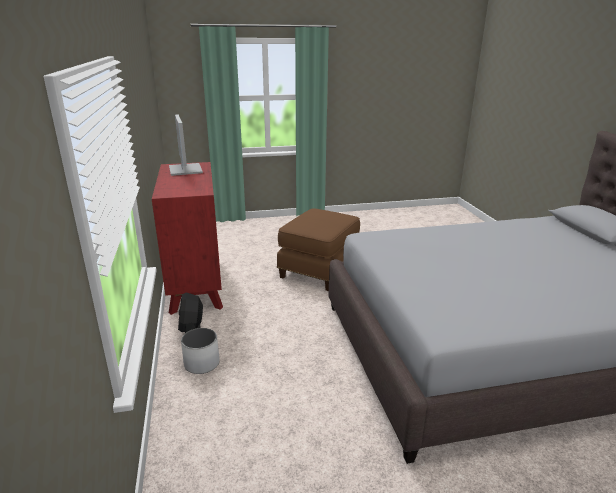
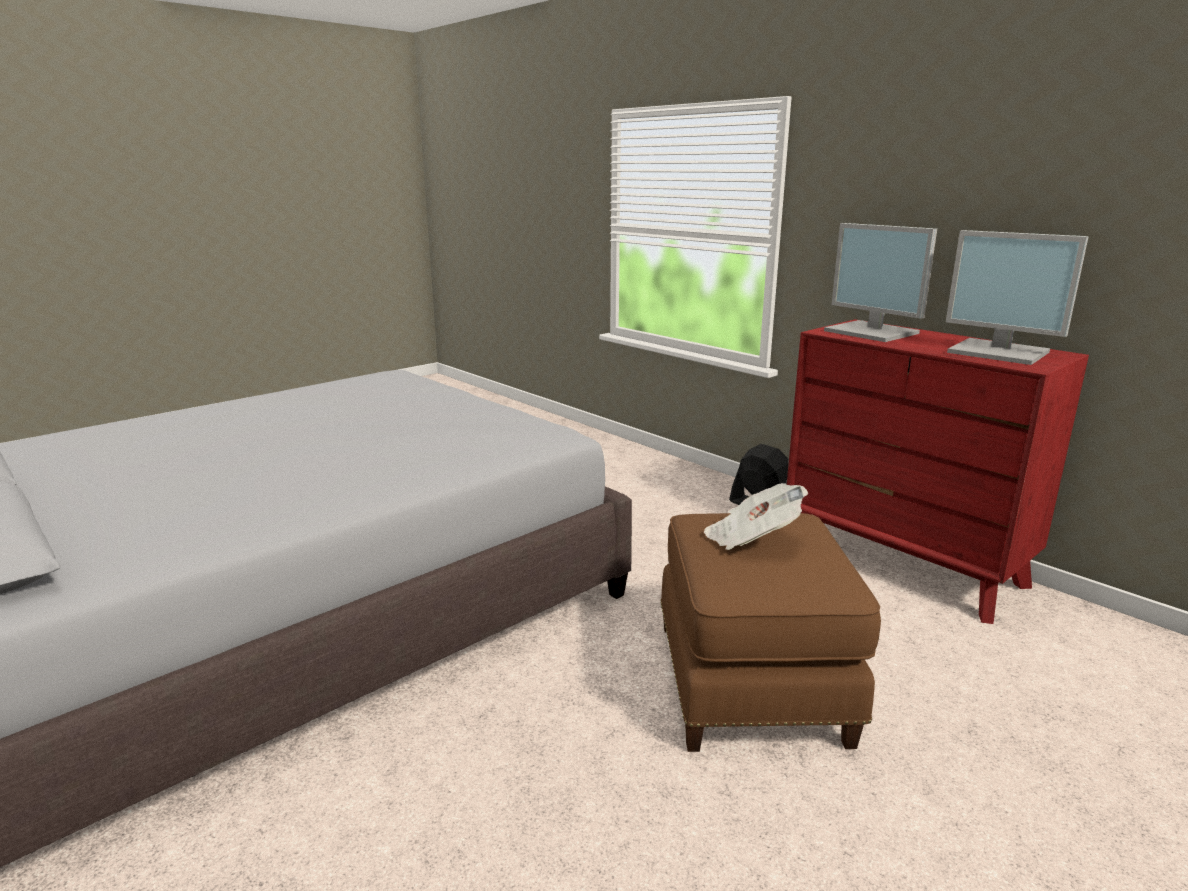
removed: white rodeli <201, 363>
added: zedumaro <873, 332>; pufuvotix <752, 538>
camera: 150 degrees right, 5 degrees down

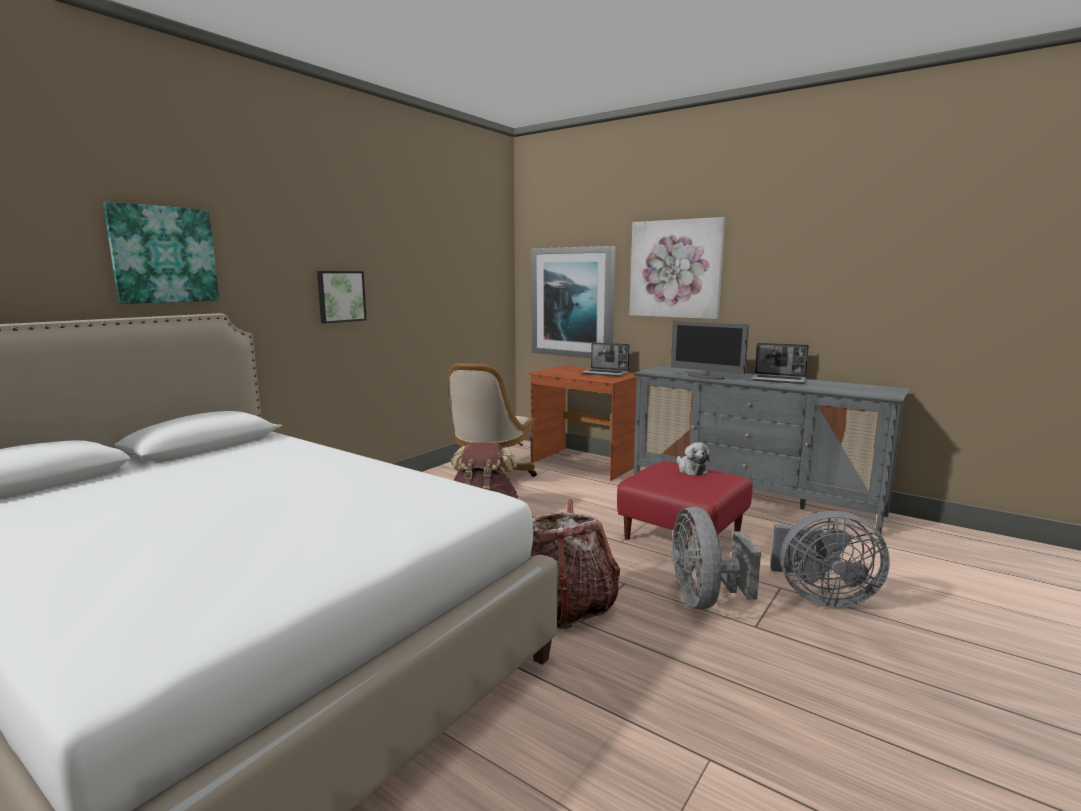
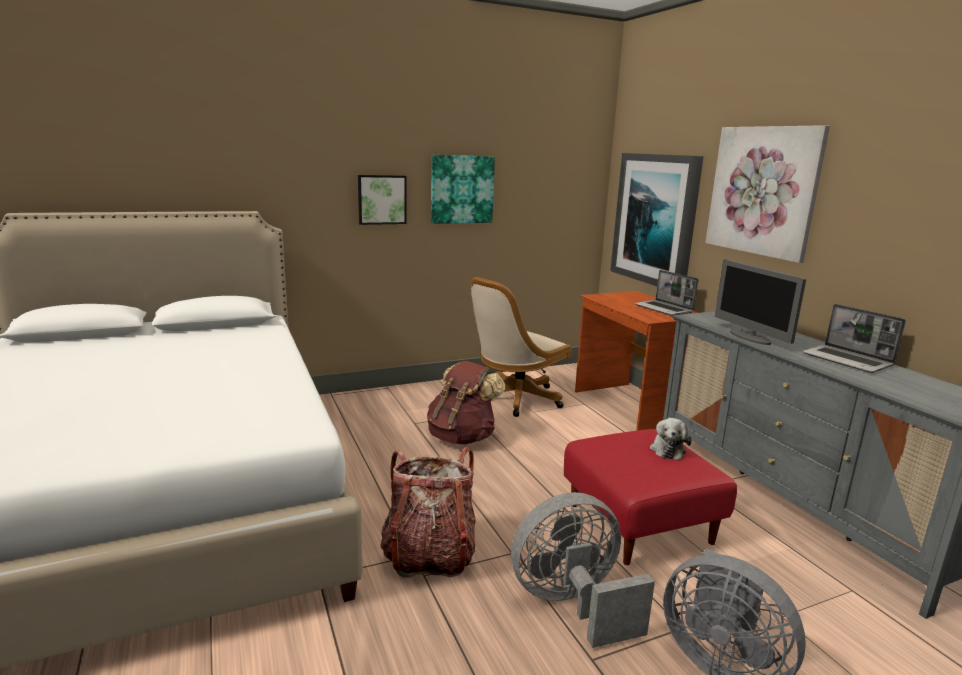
moved: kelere <163, 255> to <461, 189>
turned: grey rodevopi <704, 599> = <572, 604> 45 degrees clockwise
camera: 30 degrees right, 5 degrees up

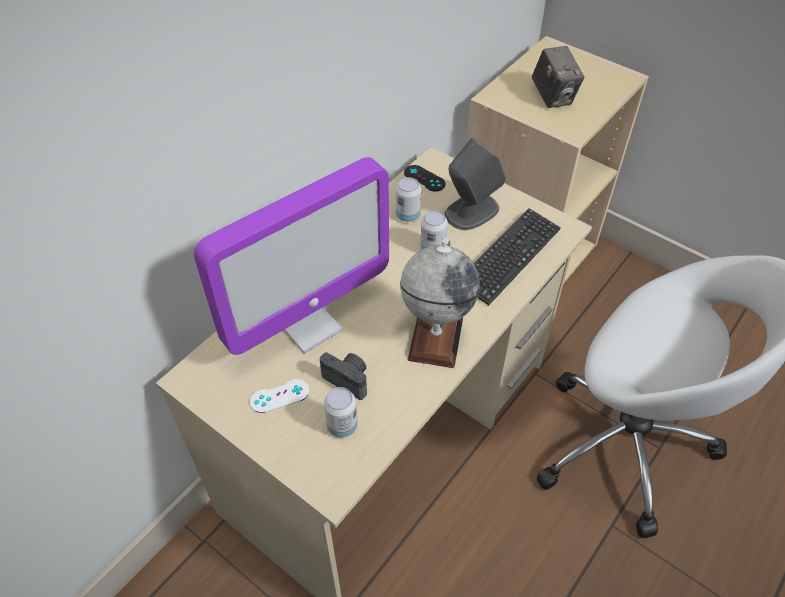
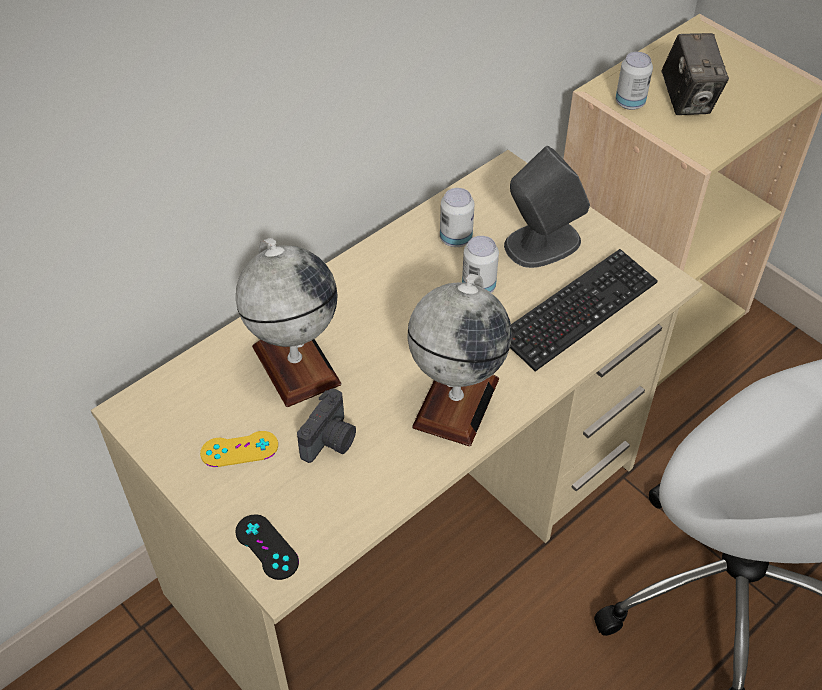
moved: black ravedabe <424, 178> to <267, 547>; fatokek <342, 426> to <630, 103>
replaced: zedumaro <309, 325> to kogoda <295, 365>
recoloured: white ravedabe <279, 396> to yellow ravedabe <239, 449>
turned: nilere <348, 379> = <331, 441> 75 degrees clockwise
camera: 10 degrees right, 0 degrees up

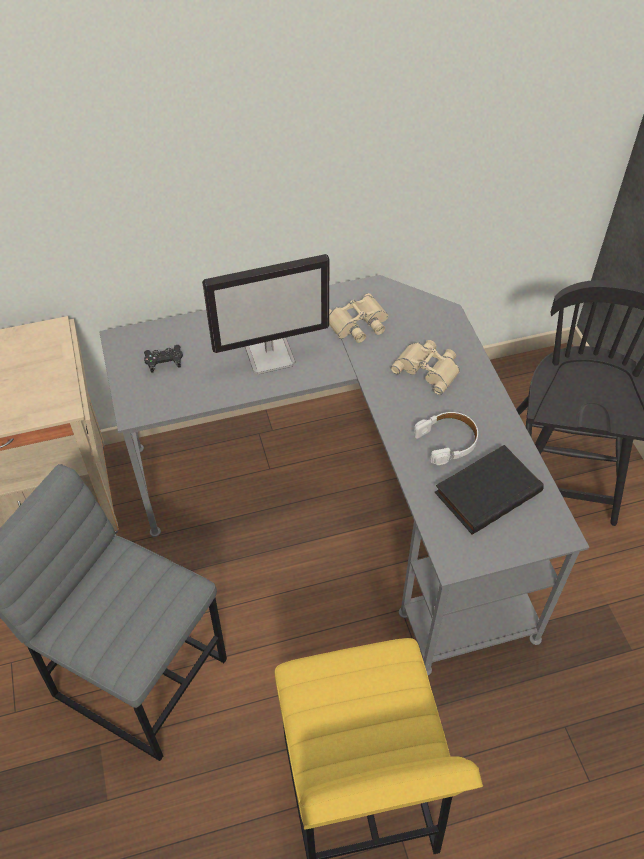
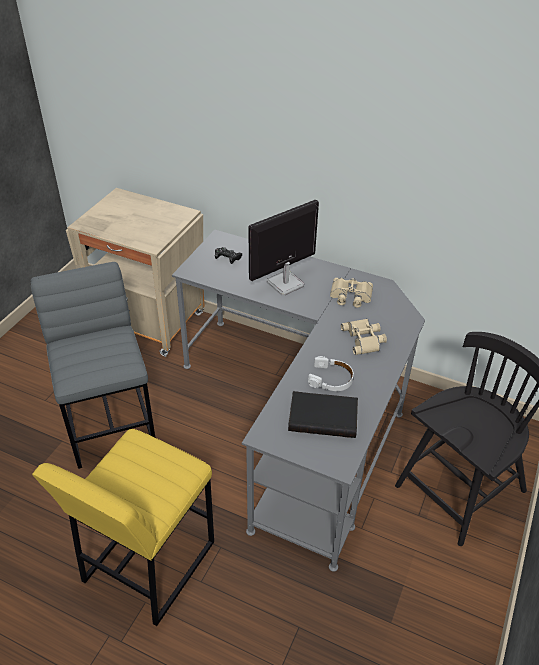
turned: zedumaro <270, 354> = <284, 284> 120 degrees clockwise
camera: 40 degrees right, 10 degrees down

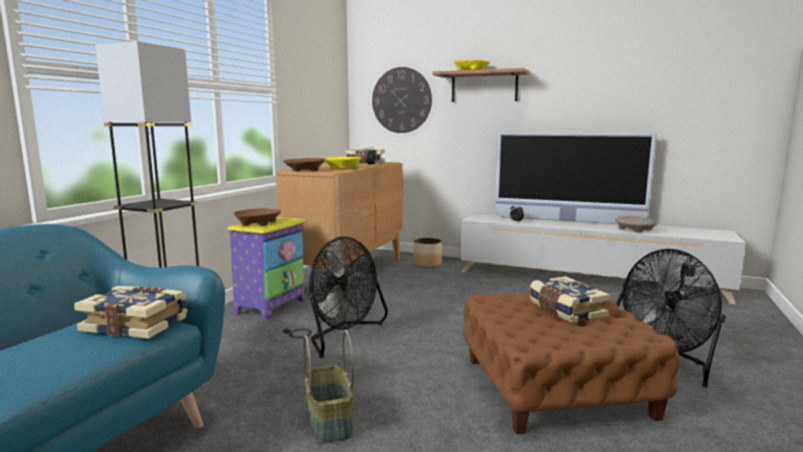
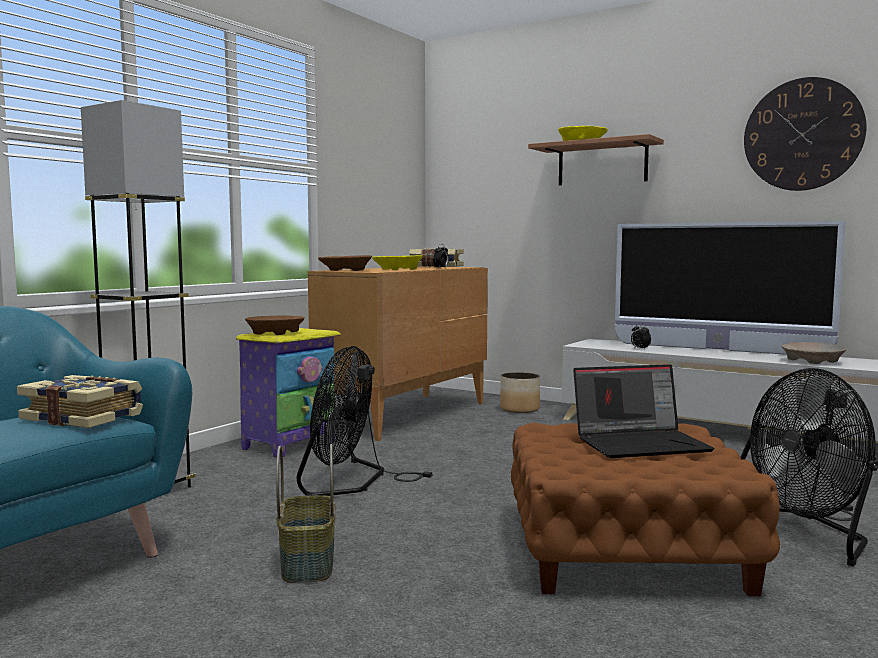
moved: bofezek <401, 100> to <803, 134>
replaced: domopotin <565, 310> to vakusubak <641, 443>
turned: black rodevopi <336, 336> = <358, 479> 150 degrees clockwise
camera: 10 degrees right, 5 degrees down

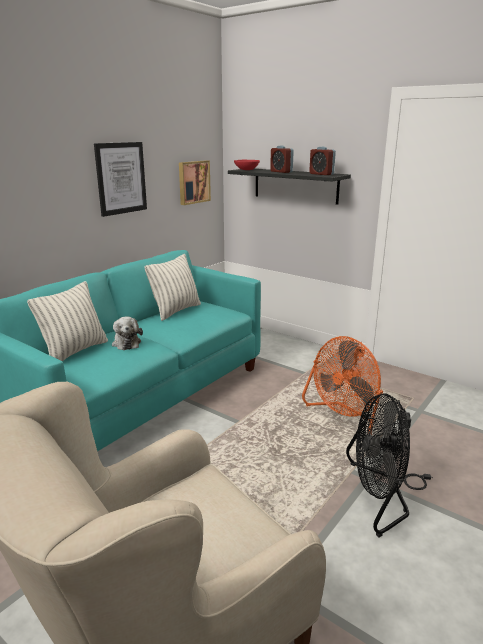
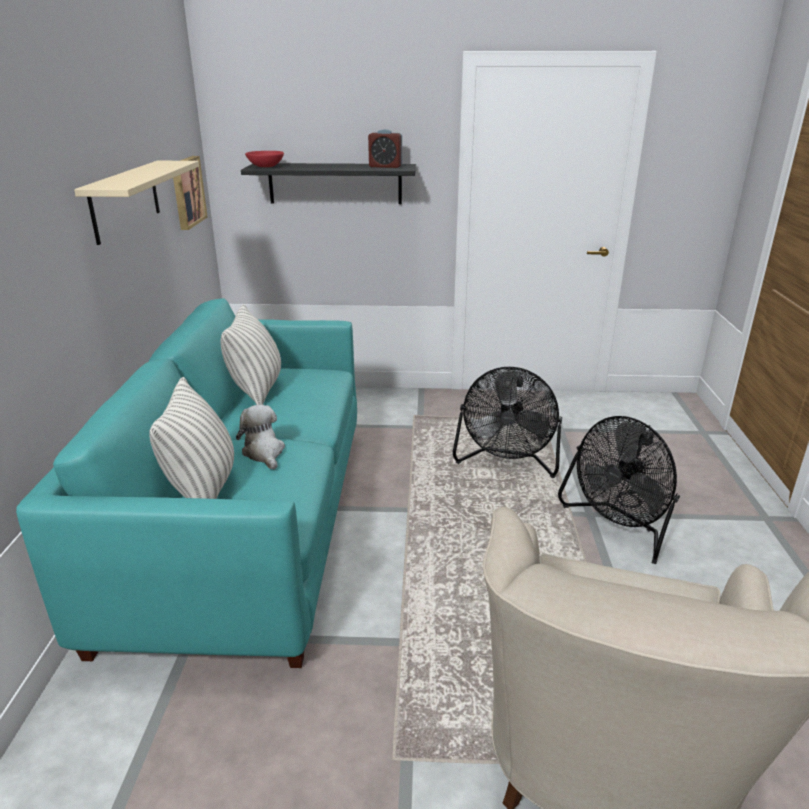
removed: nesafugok <281, 172>
replaced: kelere <121, 178> to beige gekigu <125, 200>
recoloured: orange rodevopi <344, 416> to black rodevopi <503, 460>
turned: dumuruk <126, 343> = <264, 452> 150 degrees counterclockwise
camera: 35 degrees left, 5 degrees up

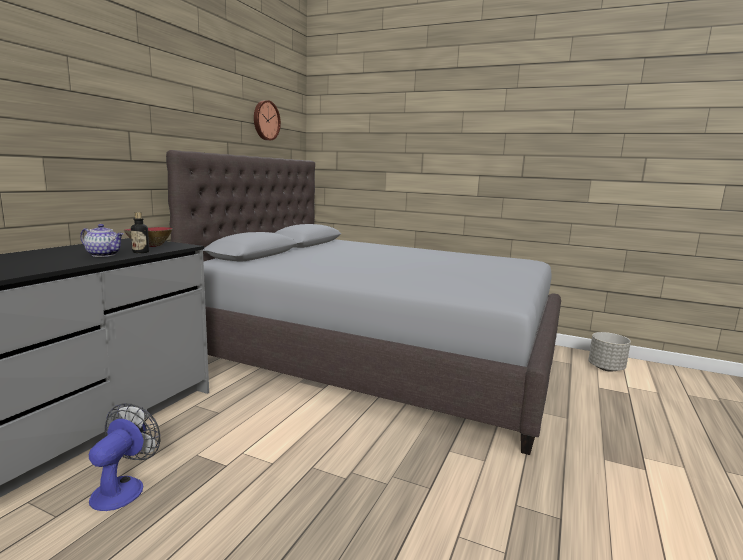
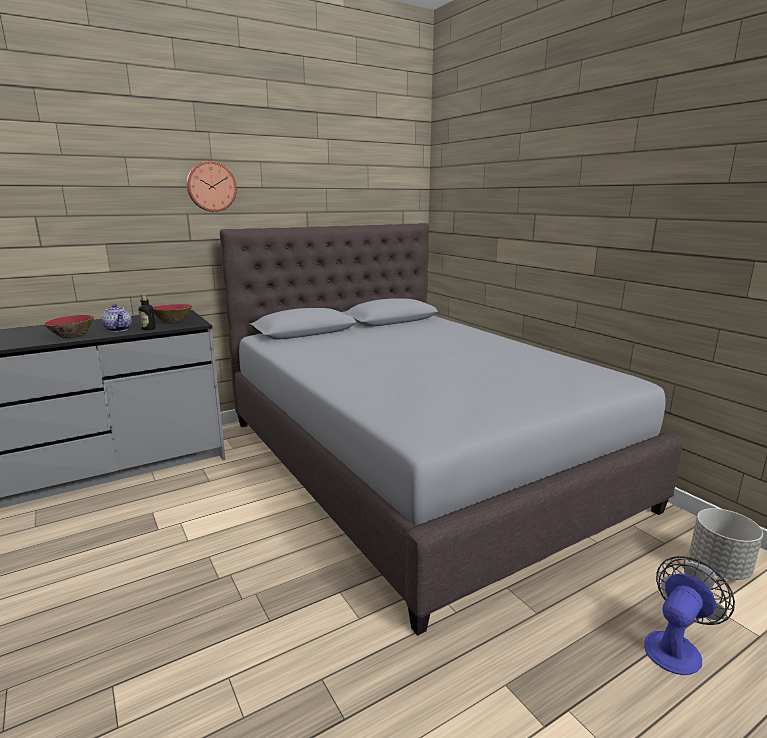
added: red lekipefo <72, 336>
moved: bofezek <265, 120> to <211, 186>; rodevopi <123, 487> to <675, 646>
camera: 35 degrees right, 5 degrees up

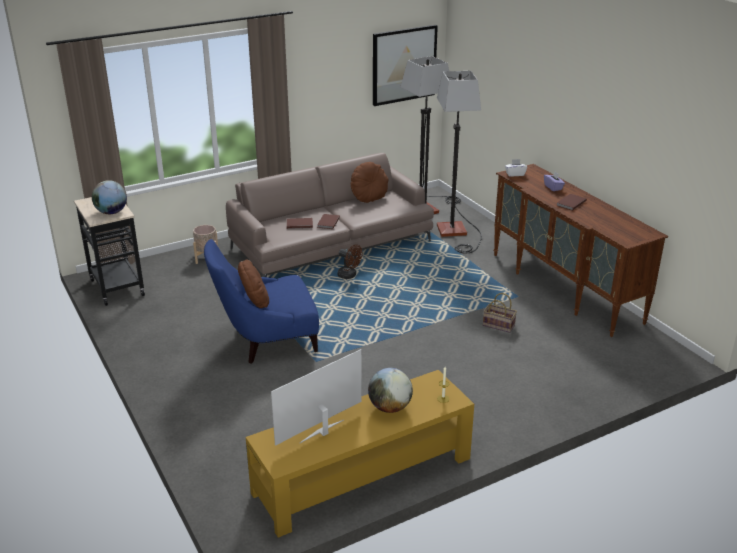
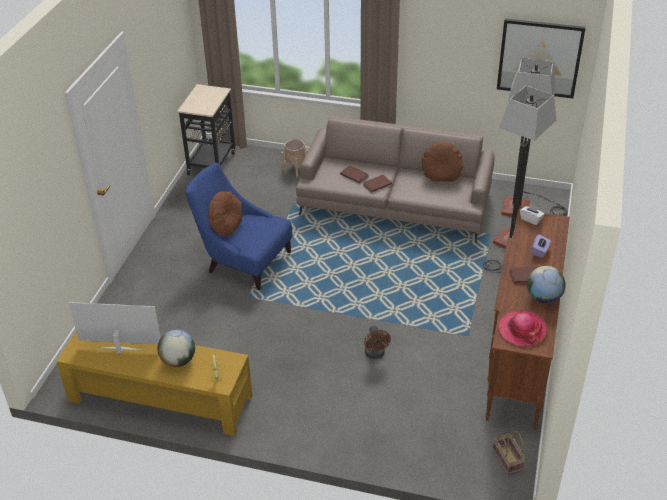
added: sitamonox <521, 330>
moved: kogoda <111, 212> to <543, 298>; brown rodevopi <349, 275> to <375, 354>; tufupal <499, 325> to <508, 460>
camera: 45 degrees right, 10 degrees up

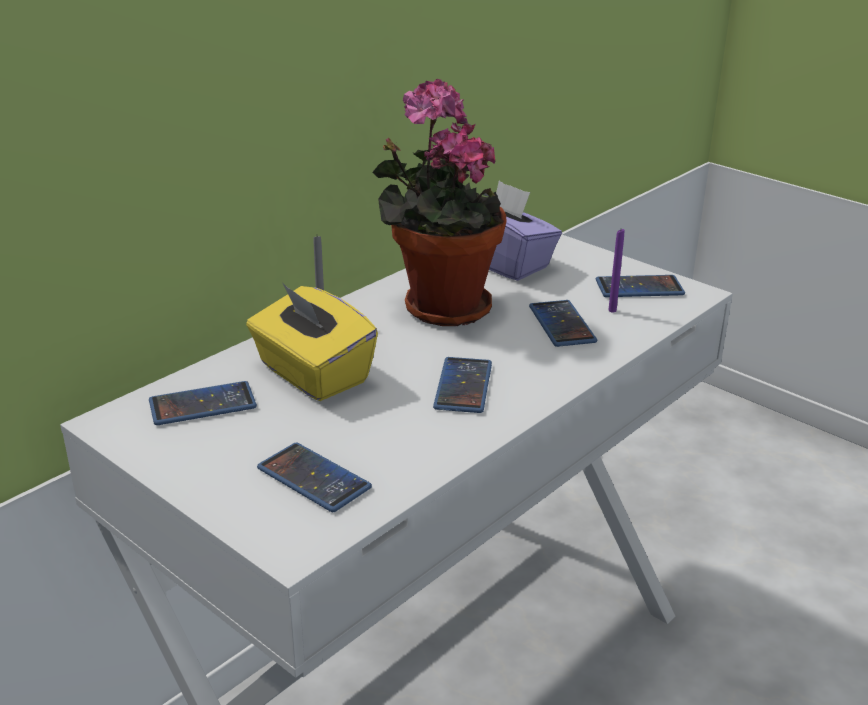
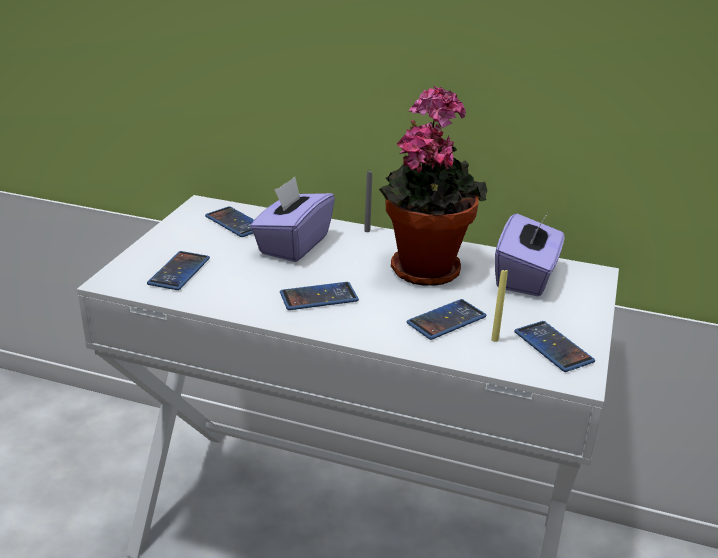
recoloured: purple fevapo <612, 310> to yellow fevapo <495, 339>; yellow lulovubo <312, 374> to purple lulovubo <293, 244>
camera: 65 degrees right, 0 degrees up

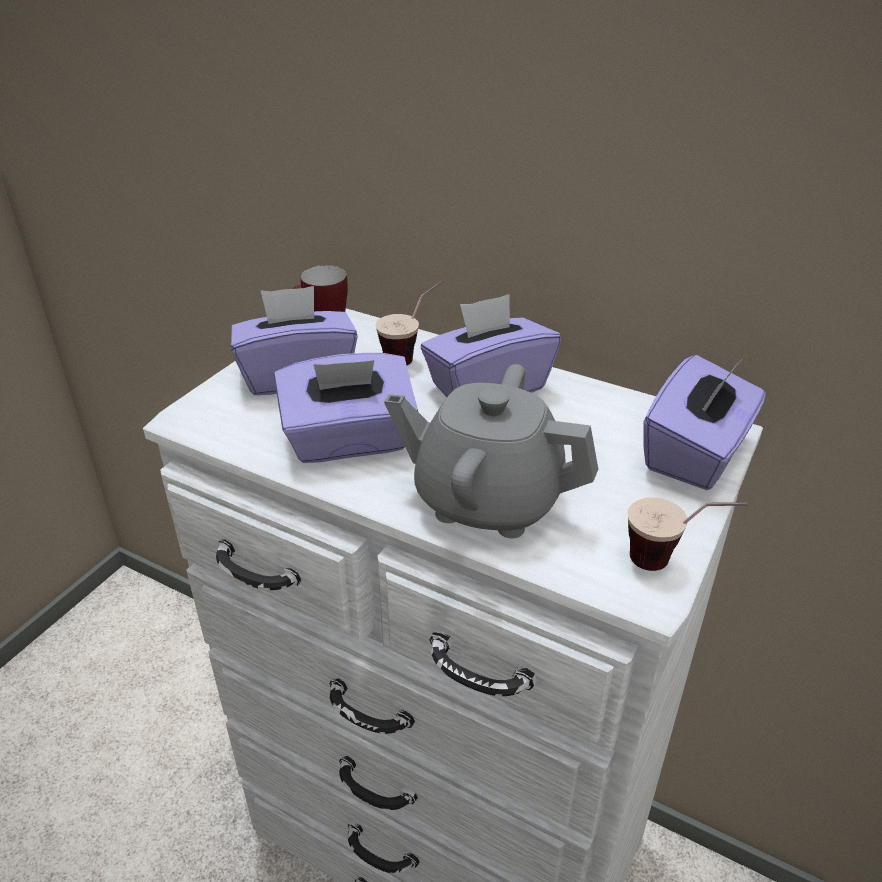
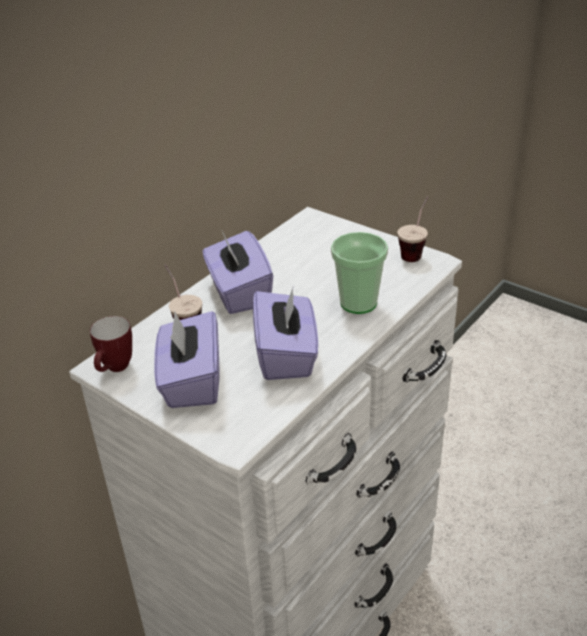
removed: purple lulovubo <696, 454>
replaced: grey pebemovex <487, 500> to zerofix <358, 303>
camera: 80 degrees left, 0 degrees up

